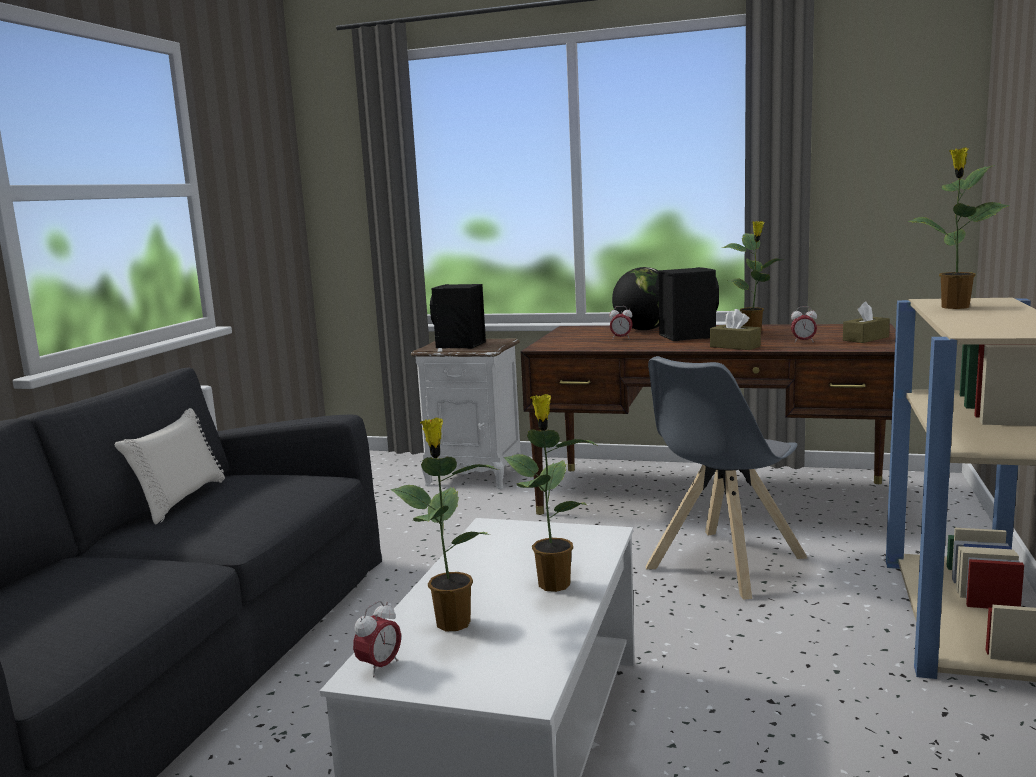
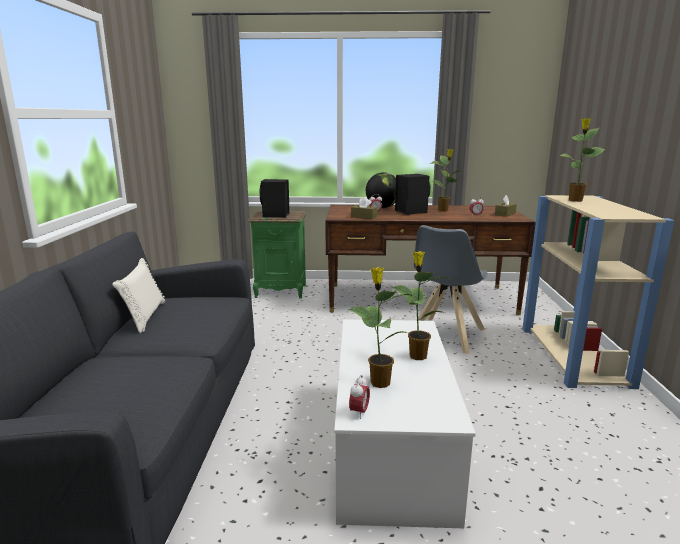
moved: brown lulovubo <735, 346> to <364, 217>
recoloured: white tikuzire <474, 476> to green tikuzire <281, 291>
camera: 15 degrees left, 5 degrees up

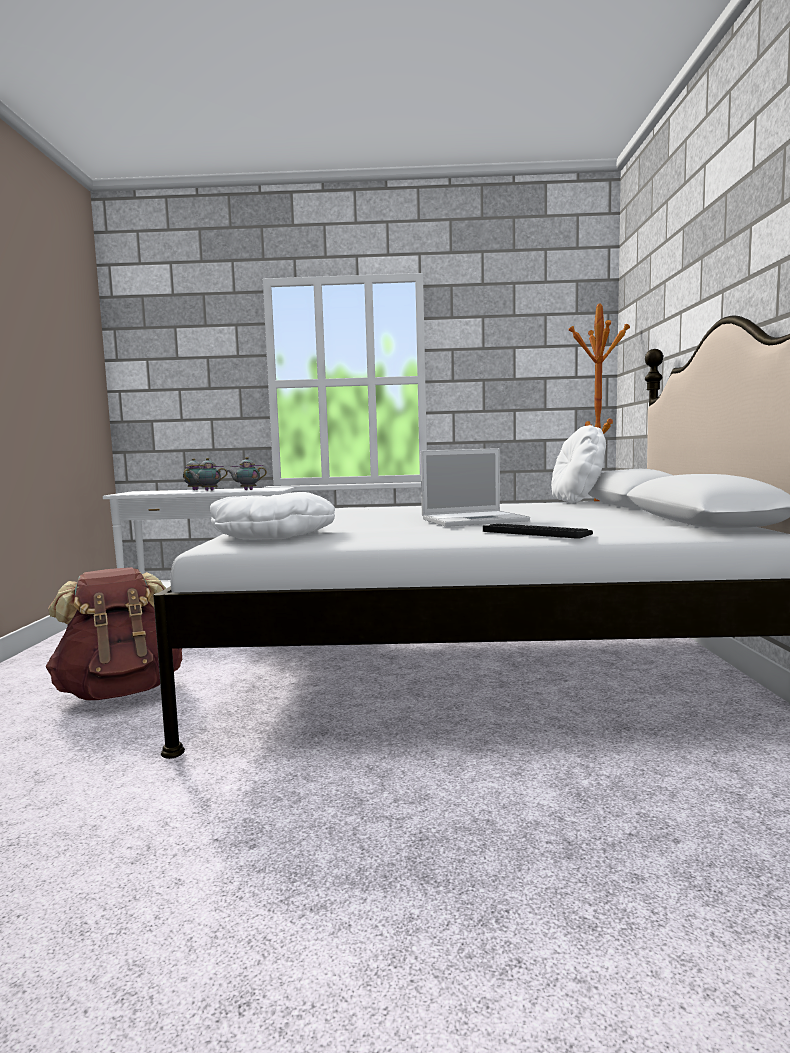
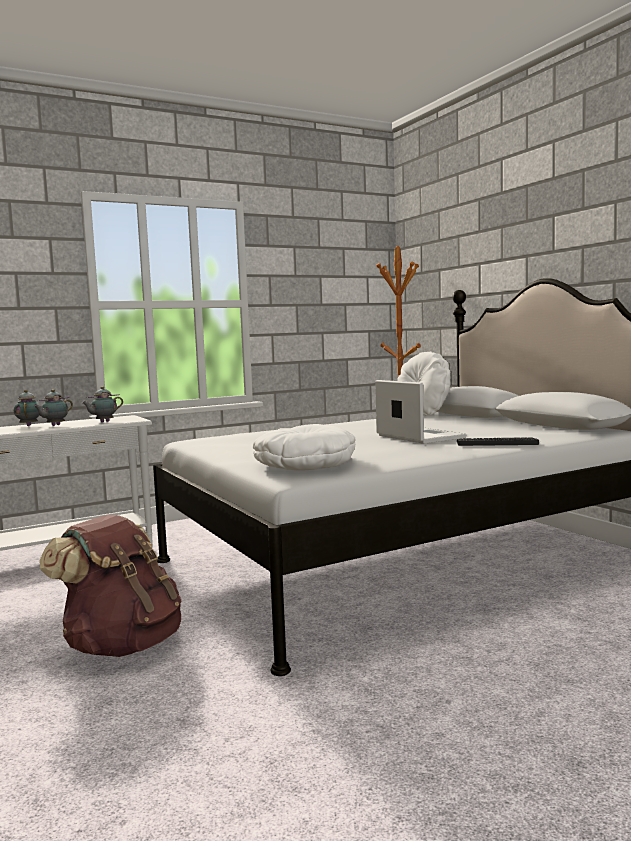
turned: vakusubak <475, 520> = <418, 436> 75 degrees counterclockwise
camera: 30 degrees left, 0 degrees up

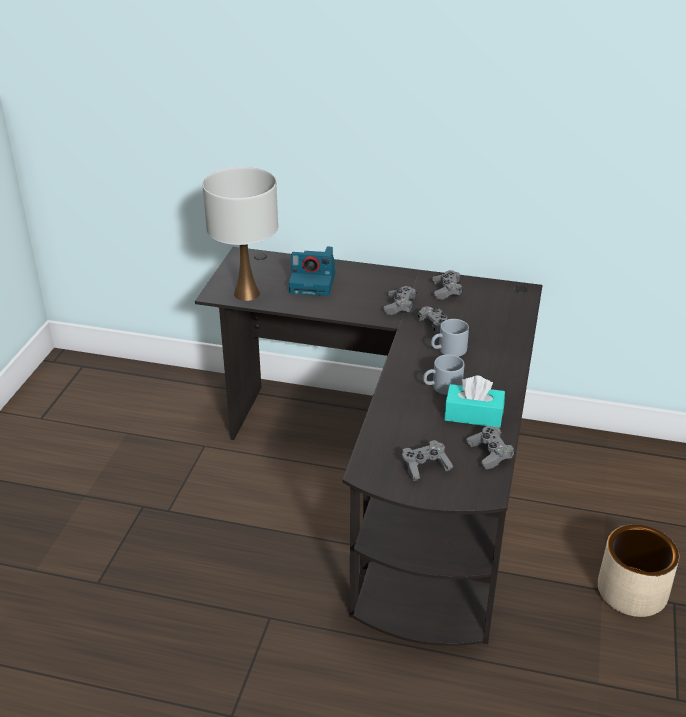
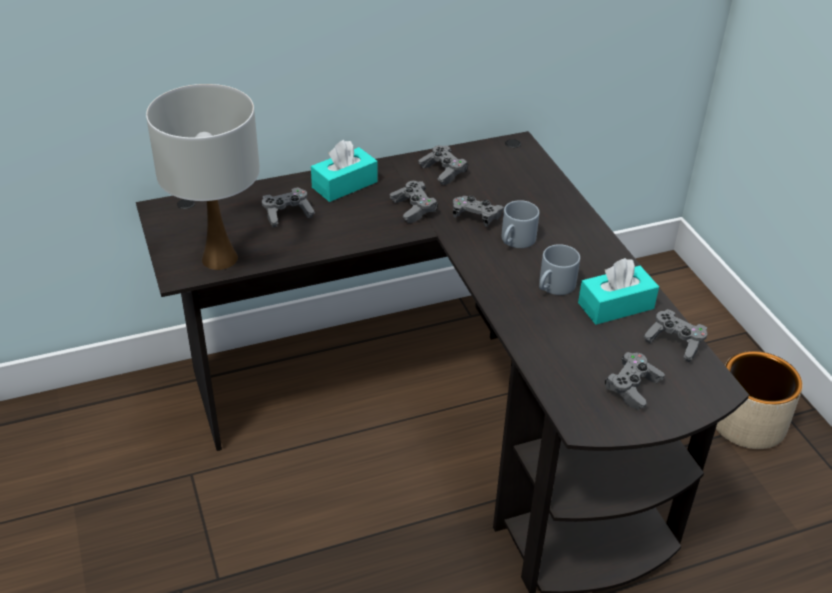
added: turquoise lulovubo <344, 185>
replaced: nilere <314, 283> to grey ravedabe <287, 214>
camera: 35 degrees left, 5 degrees up

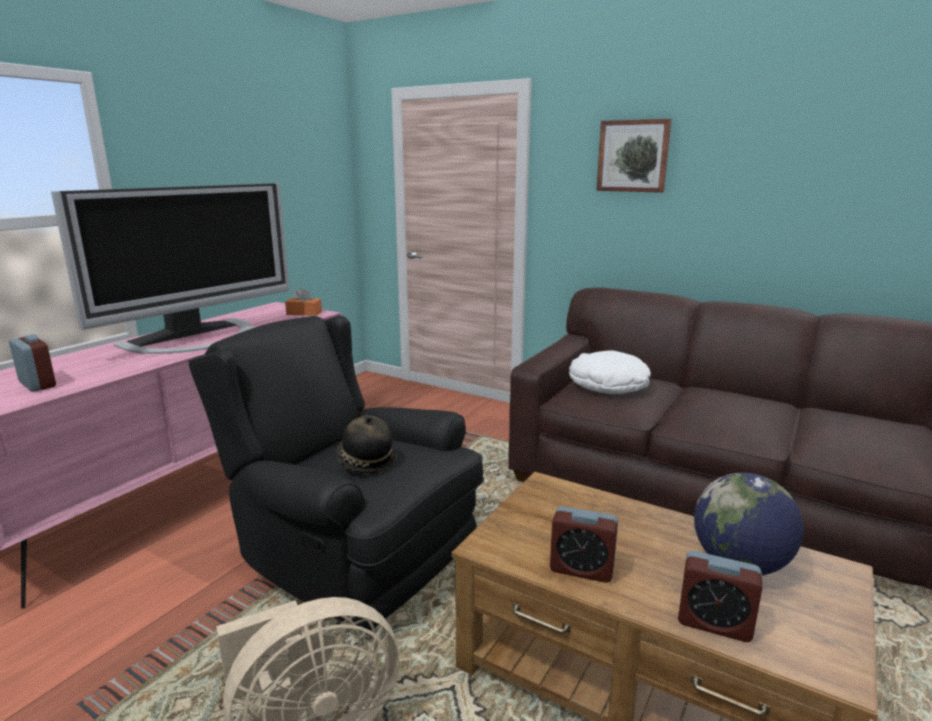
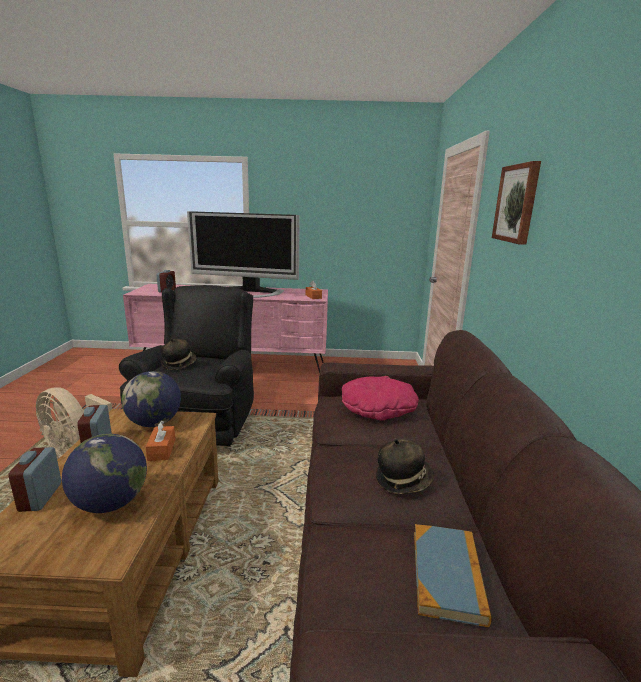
added: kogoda <154, 423>; orange lulovubo <162, 450>; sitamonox <403, 480>; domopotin <447, 574>
recoloured: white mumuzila <607, 385> to pink mumuzila <377, 407>
camera: 60 degrees right, 0 degrees up

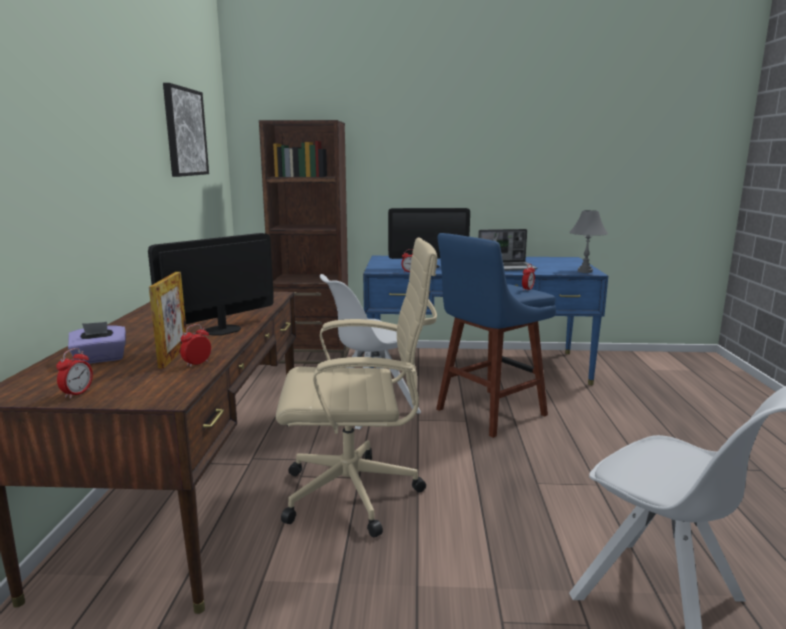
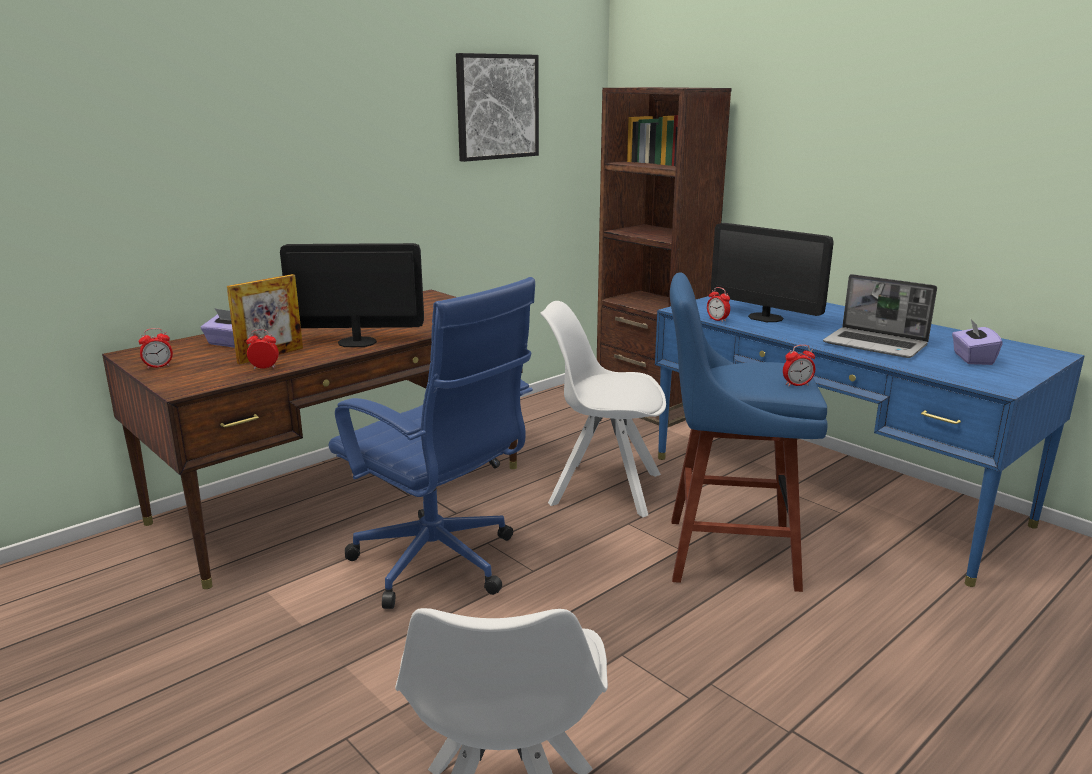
removed: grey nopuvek <585, 271>
added: purple lulovubo <972, 358>
recoloured: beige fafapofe <358, 493> to blue fafapofe <440, 565>
camera: 45 degrees right, 5 degrees up

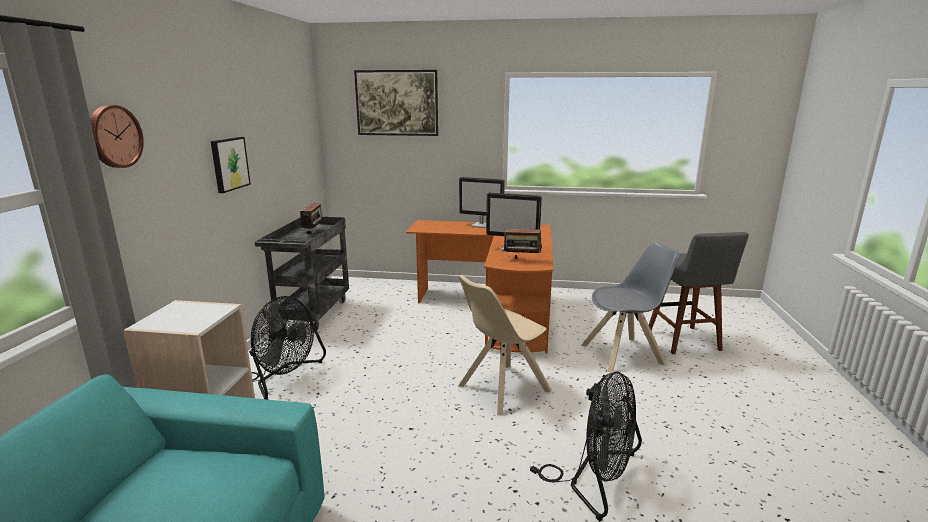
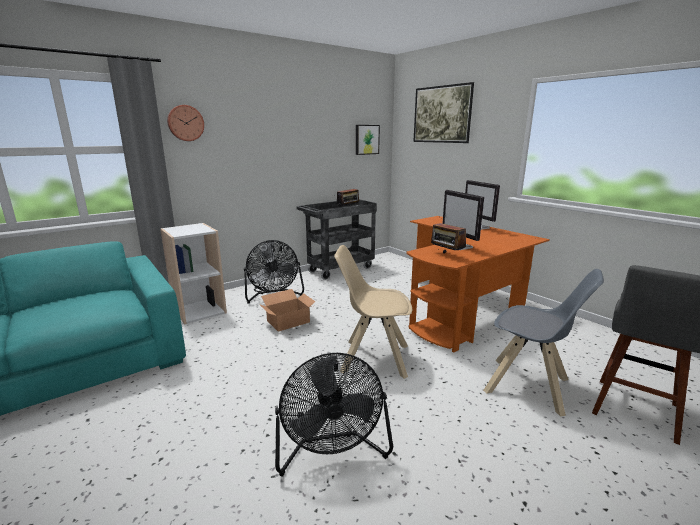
added: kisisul <287, 321>
moved: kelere <229, 164> to <366, 139>
camera: 45 degrees right, 0 degrees up

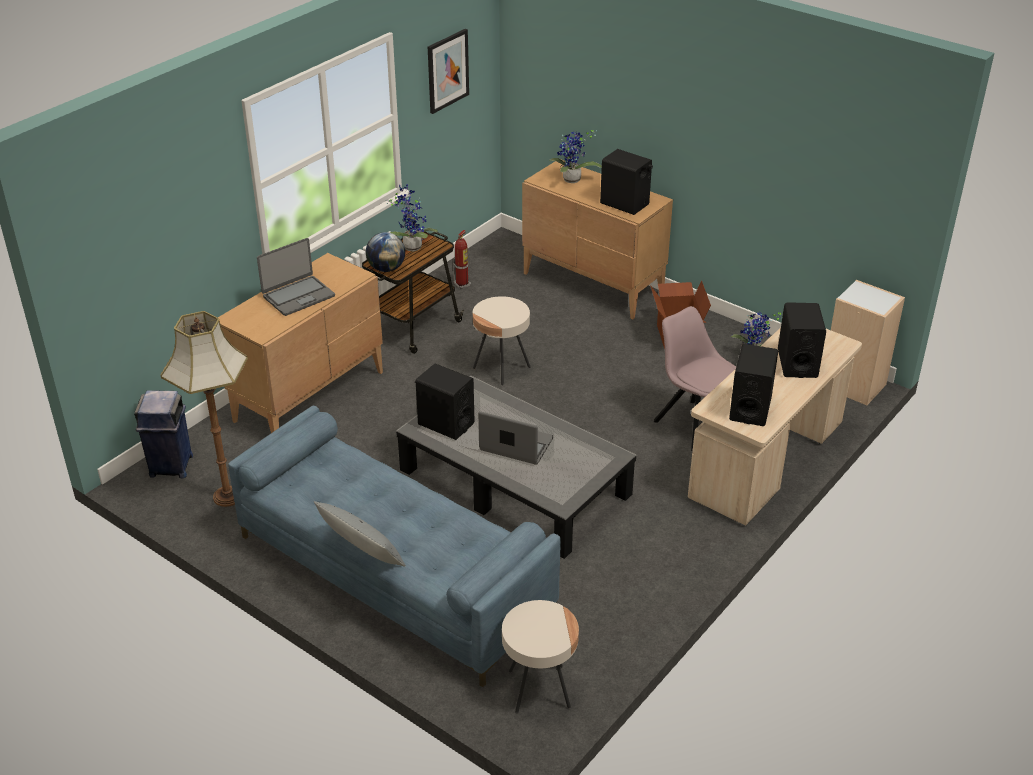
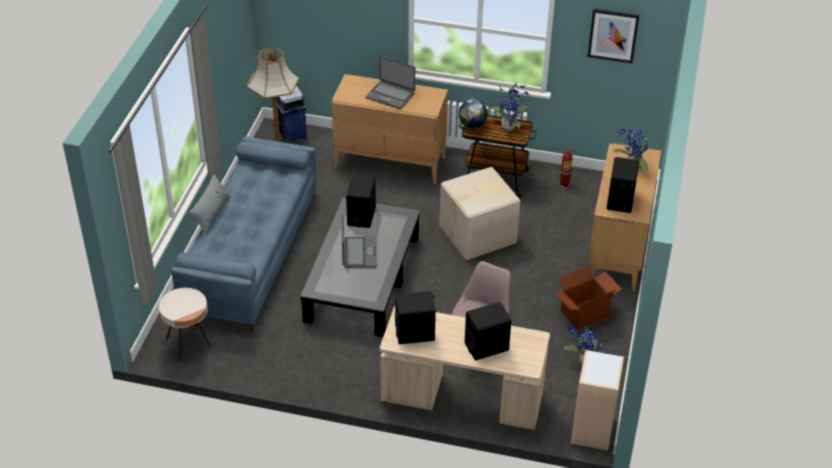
replaced: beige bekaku <501, 368> to kisisul <479, 235>
camera: 65 degrees right, 5 degrees up

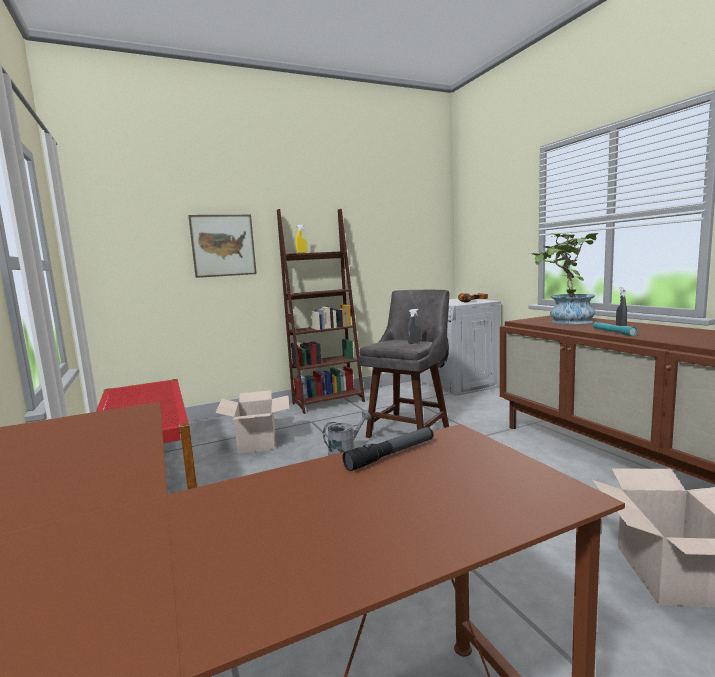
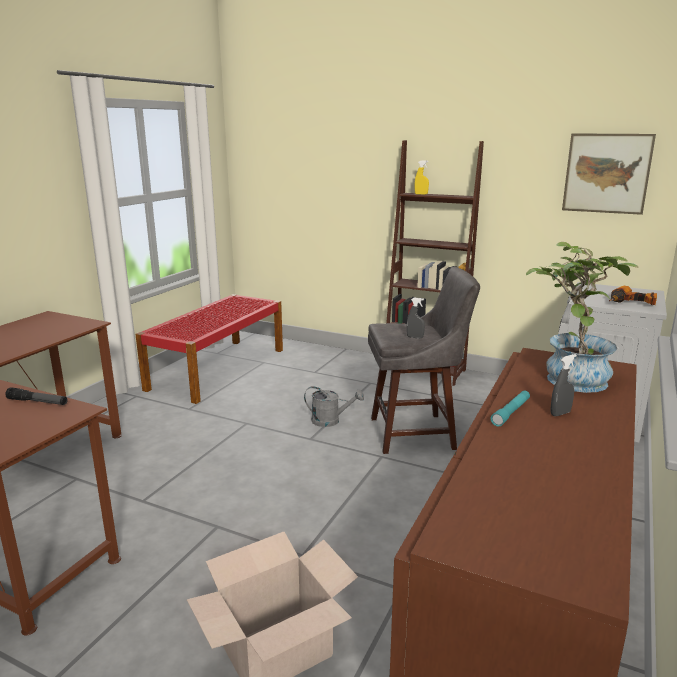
removed: kisisul <257, 442>
moved: kelere <223, 245> to <606, 173>
camera: 50 degrees right, 10 degrees up

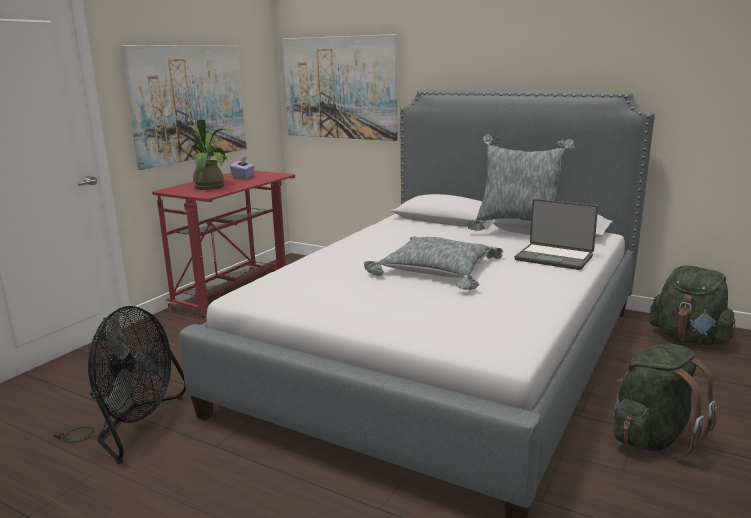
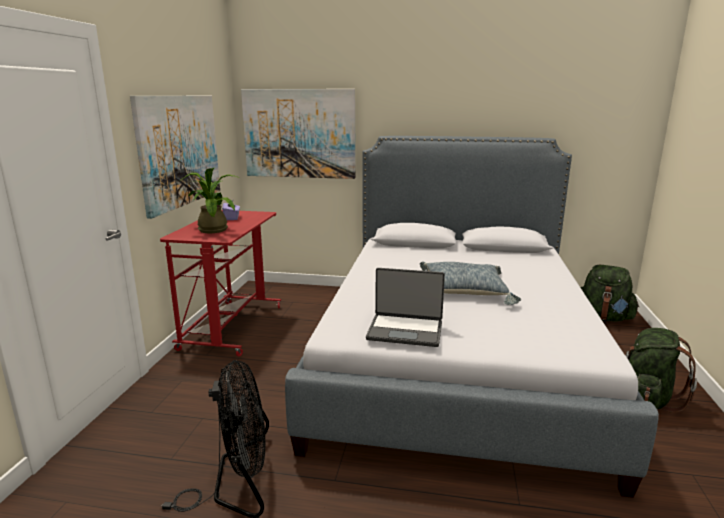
removed: mumuzila <518, 234>
moved: vakusubak <554, 258> to <405, 331>
camera: 20 degrees left, 0 degrees up

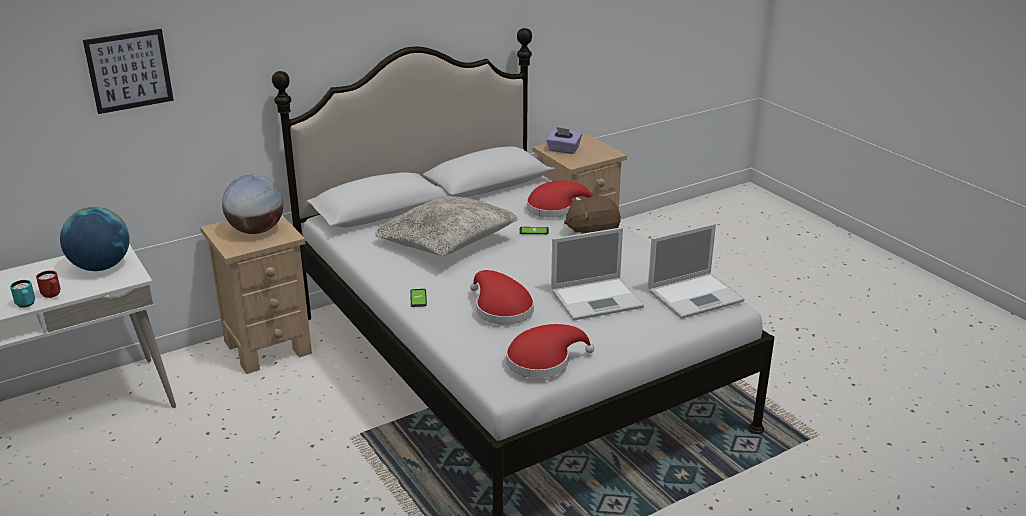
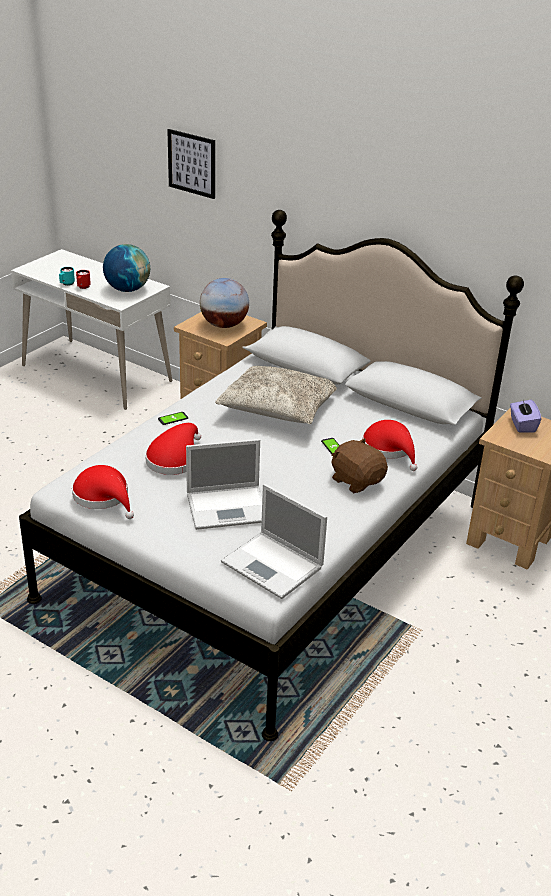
turned: vakusubak <598, 298> = <229, 507> 60 degrees counterclockwise
camera: 65 degrees right, 5 degrees up

